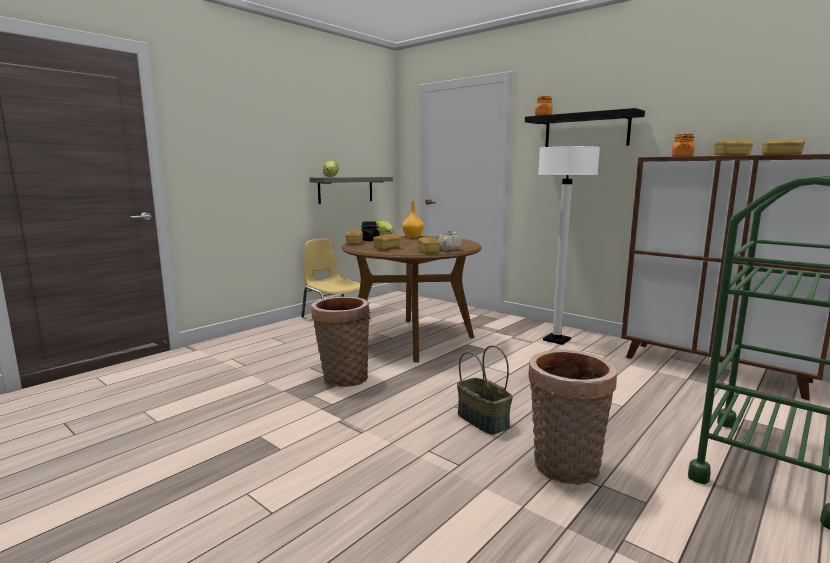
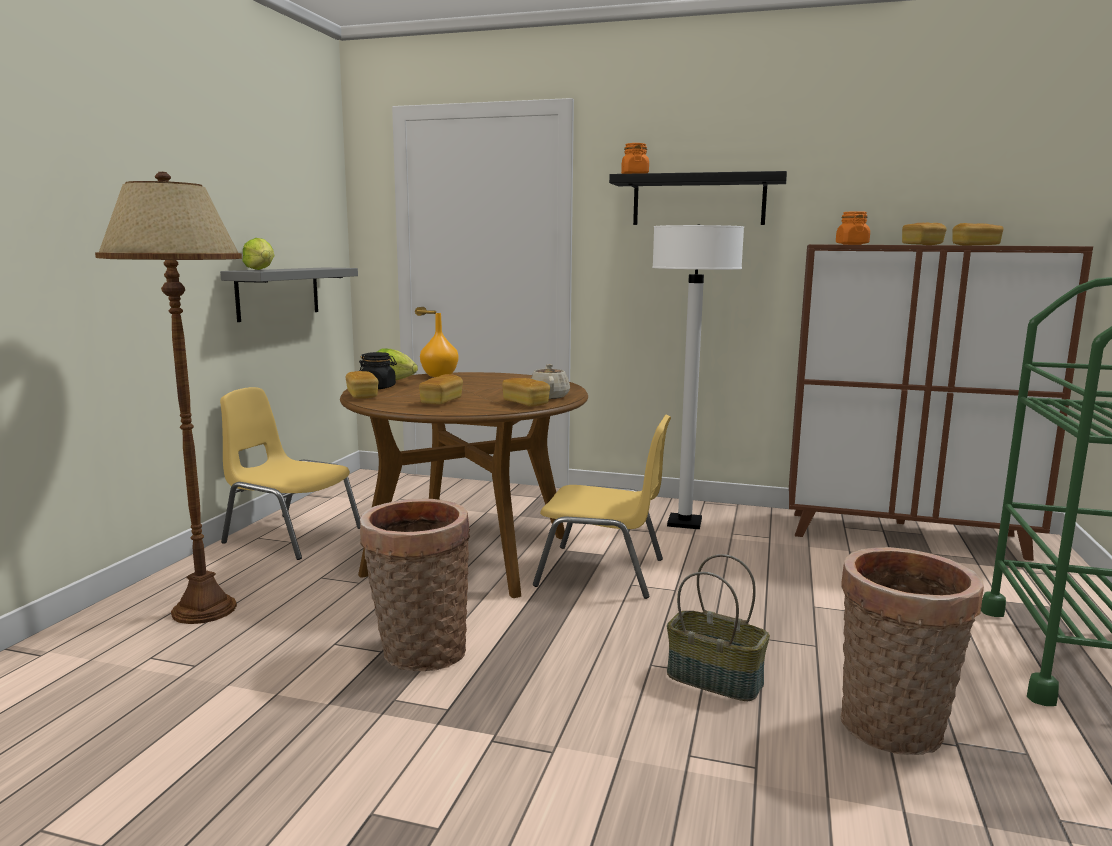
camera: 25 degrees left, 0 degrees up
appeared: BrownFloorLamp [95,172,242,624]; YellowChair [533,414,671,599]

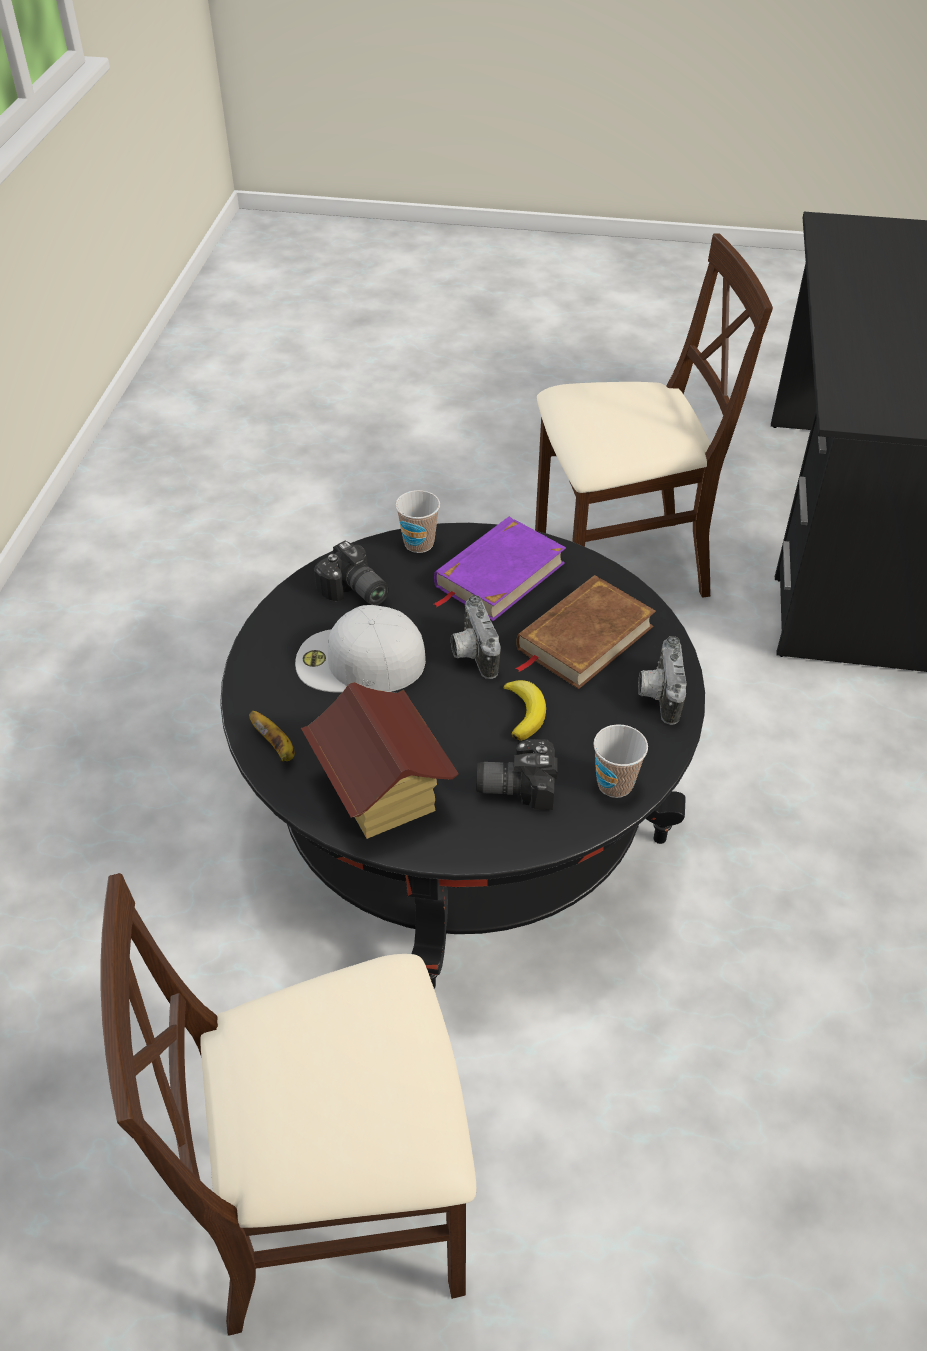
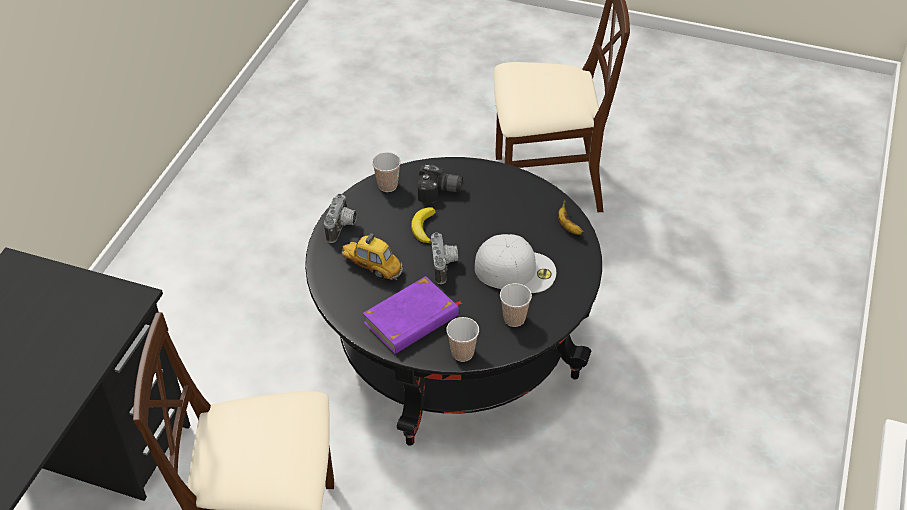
camera: 170 degrees left, 0 degrees up
missing: ToyHouse [301,682,459,839]
exchanged: PhotoCamera [314,540,389,605] to Cup [500,283,532,327]; BrownBook [515,575,656,689] to ToyCar [341,233,403,280]

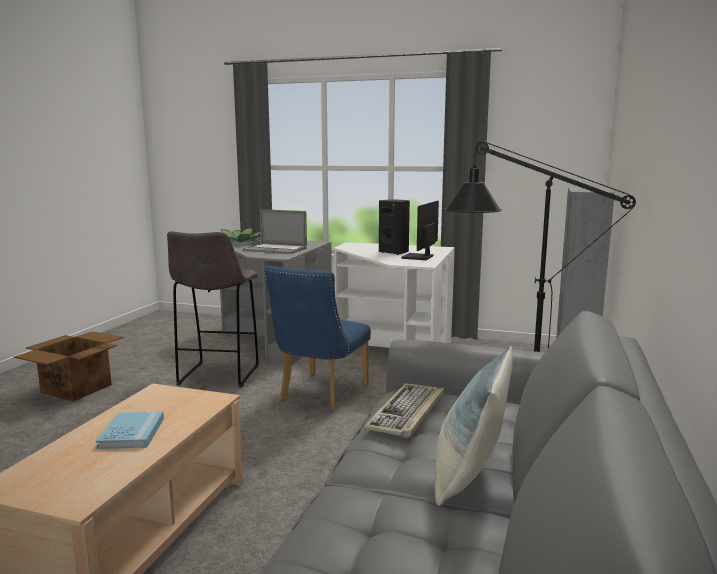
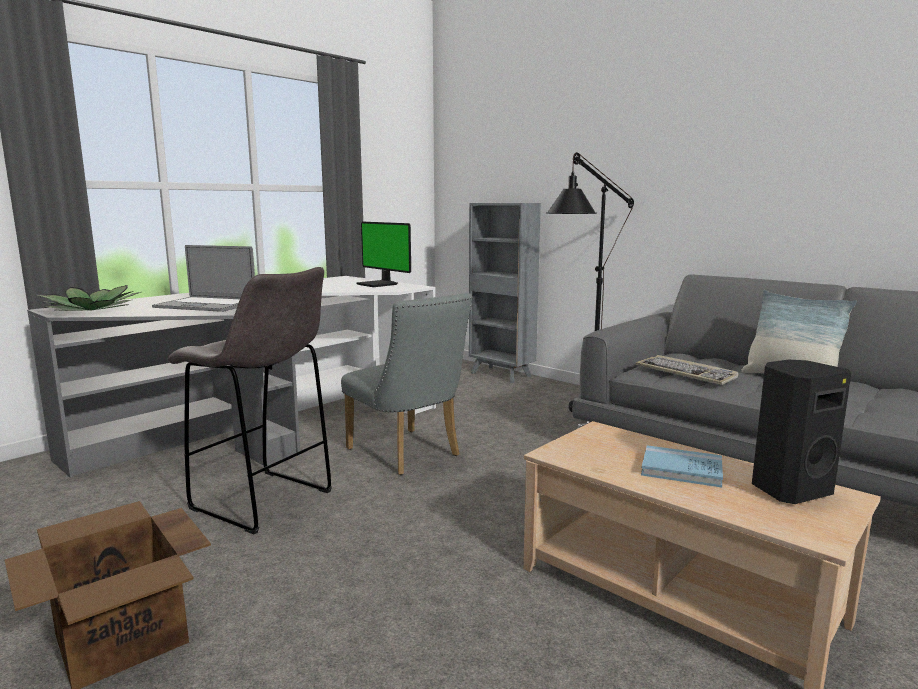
camera: 65 degrees left, 0 degrees up
relocated: BlackSpeaker [379,199,410,255] to [752,360,851,504]
colour: BlueChair [264,266,371,411] to GreyChair [341,293,473,475]
spun: Laptop [243,209,307,254] = [152,245,255,312] 60 degrees clockwise

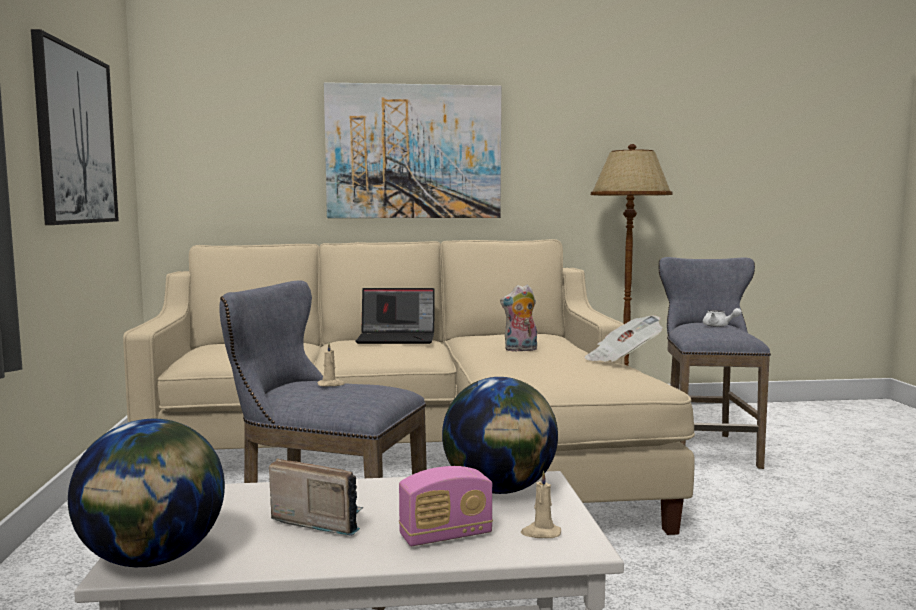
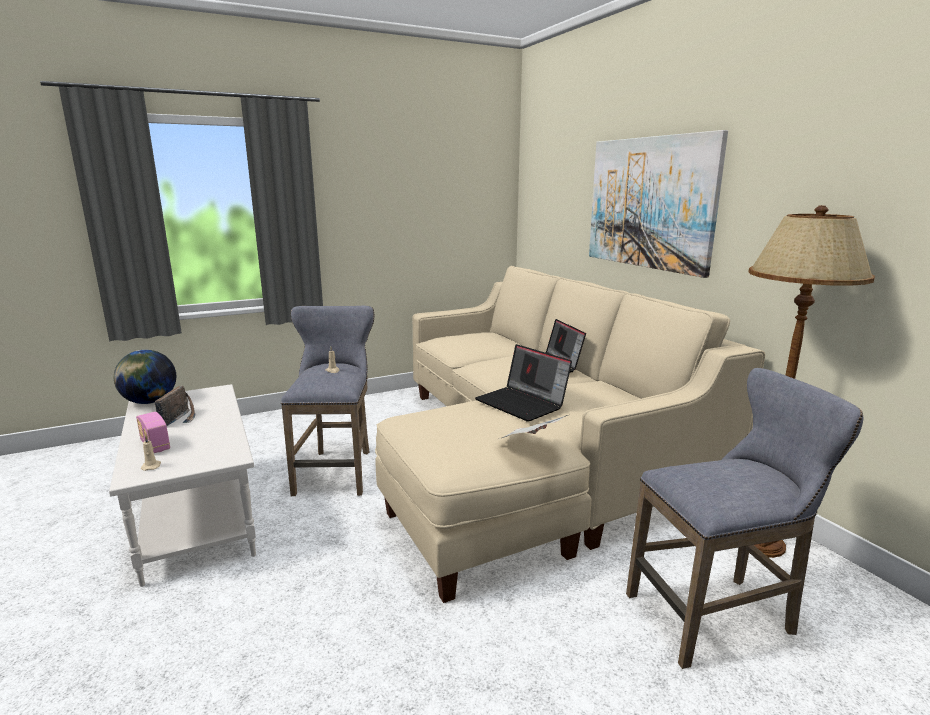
camera: 70 degrees right, 10 degrees up
missing: Picture [31,29,119,225]; Globe [442,377,558,494]; WhiteTeapot [703,308,742,327]
exchanged: PlushToy [500,285,537,352] to Laptop [475,344,572,422]

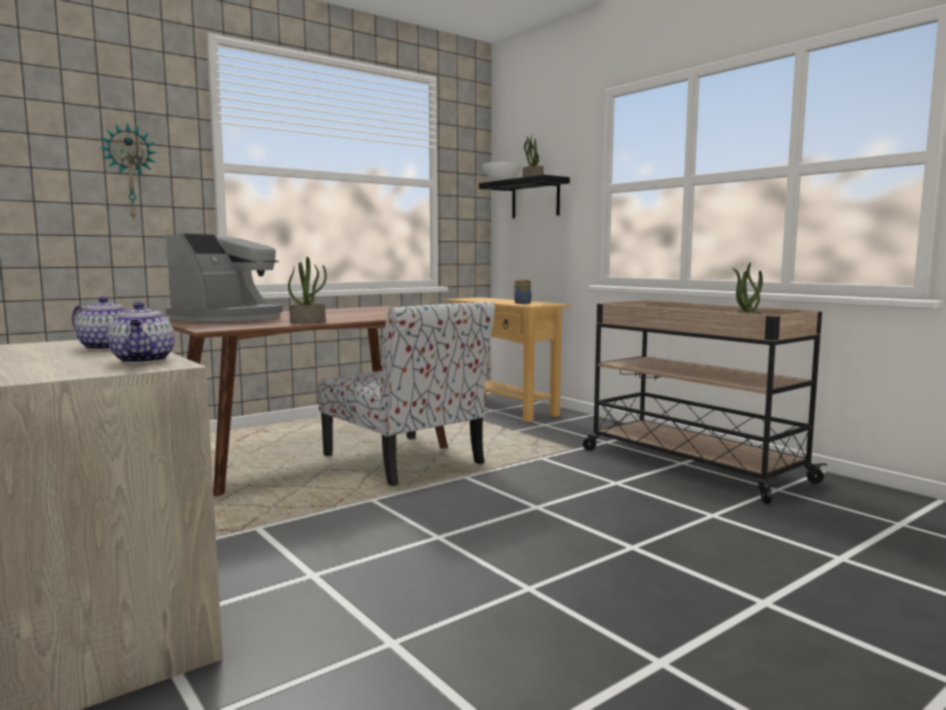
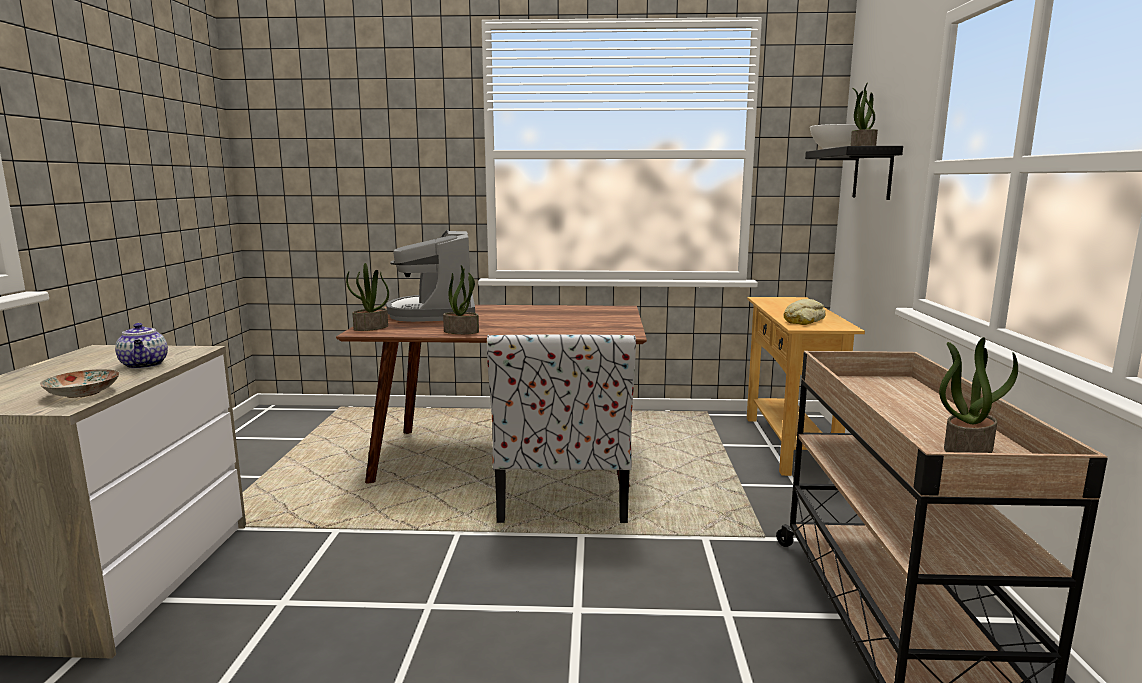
camera: 40 degrees right, 5 degrees up
missing: WallClock [100,123,157,219]
appeared: PottedPlant [346,263,389,331]
exchanged: Teapot [107,302,175,363] to Plate [40,369,119,398]; Jar [513,280,531,304] to Bread [783,299,826,325]
spun: CoffeeMachine [166,233,283,322] = [386,230,475,322] 105 degrees clockwise

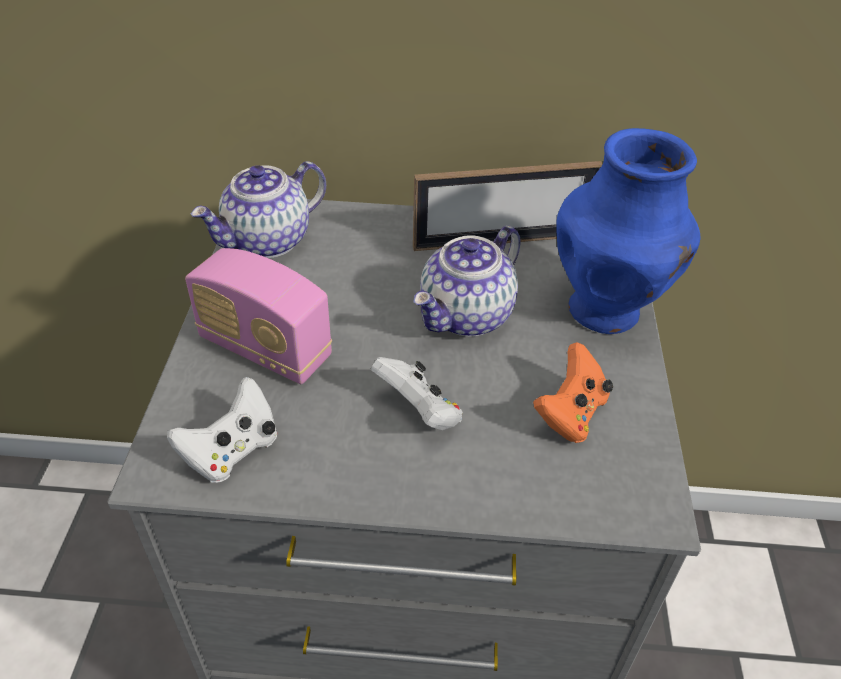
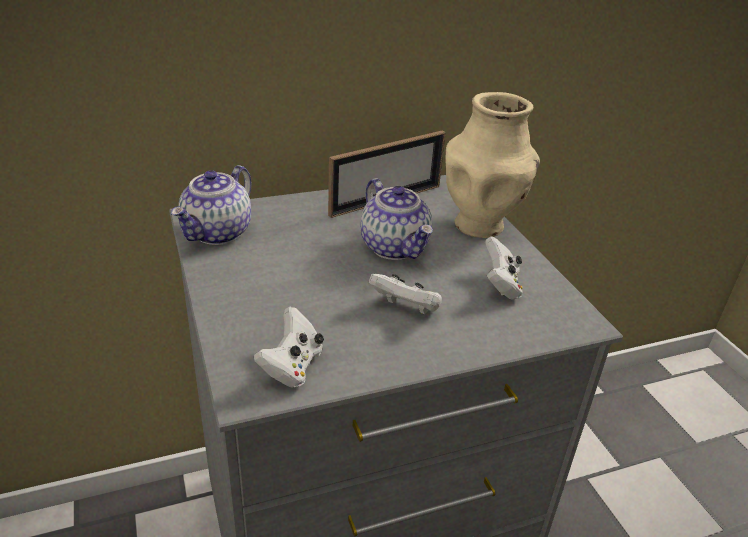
camera: 25 degrees left, 10 degrees down
missing: Radio [185,248,332,384]
colour: OrangeGameController [533,342,613,443] to WhiteGameController [485,236,523,300]; BlueVase [556,128,700,334] to BeigeVase [445,92,540,238]
spun: Teapot [413,225,521,337] = [360,178,433,260] 45 degrees counterclockwise

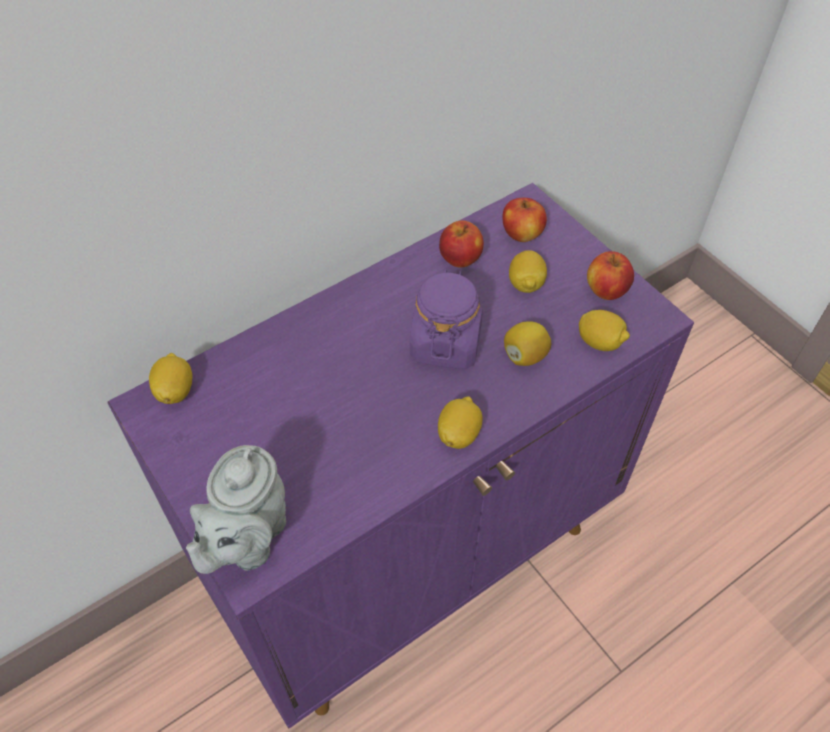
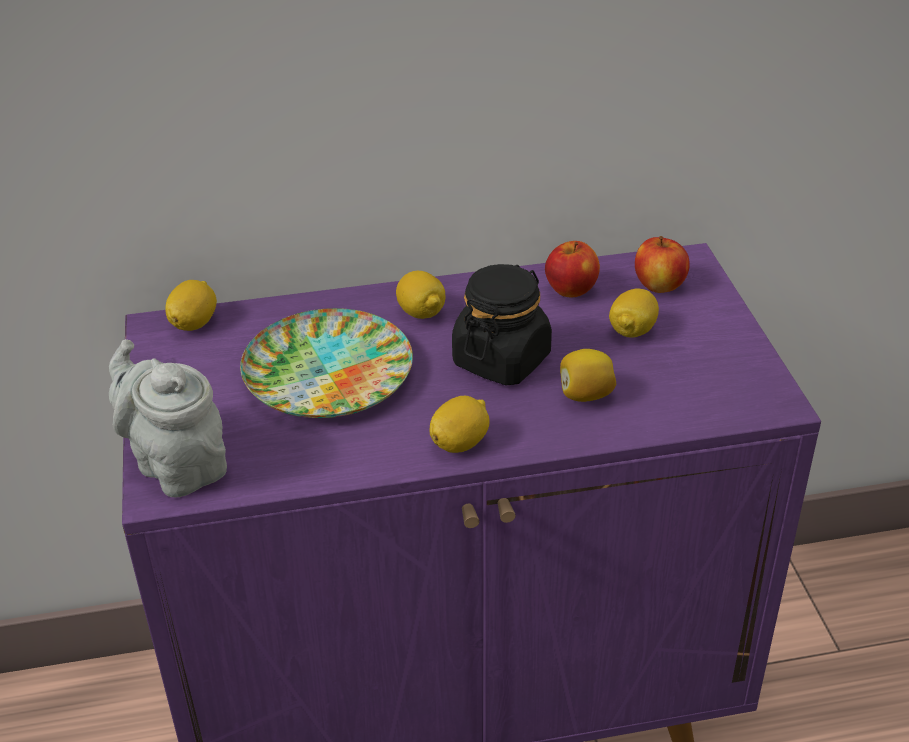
camera: 25 degrees right, 15 degrees down
missing: Apple [587,251,634,300]
appeared: Plate [240,308,413,418]
relocated: Lemon [579,310,630,351] to [396,271,446,319]
colour: PurpleJar [410,269,483,369] to BlackJar [452,264,552,385]
spun: GreyTeapot [186,445,286,574] = [109,339,227,497] 90 degrees clockwise

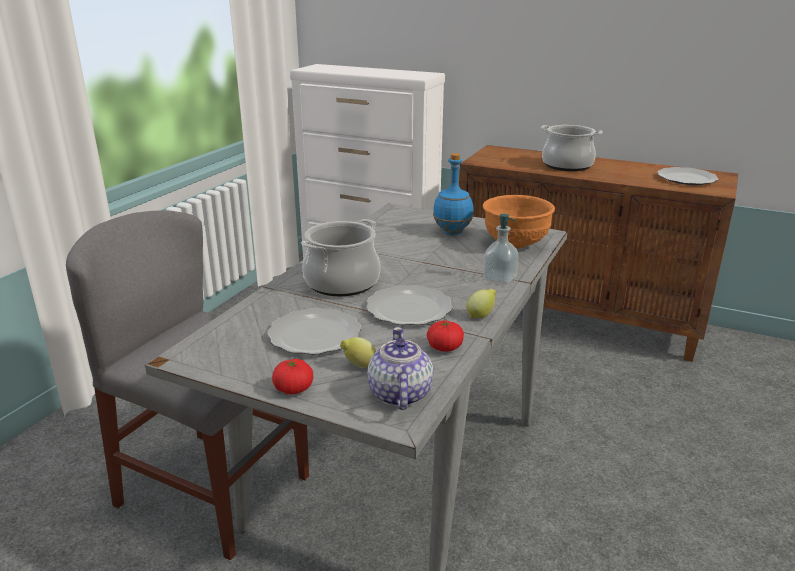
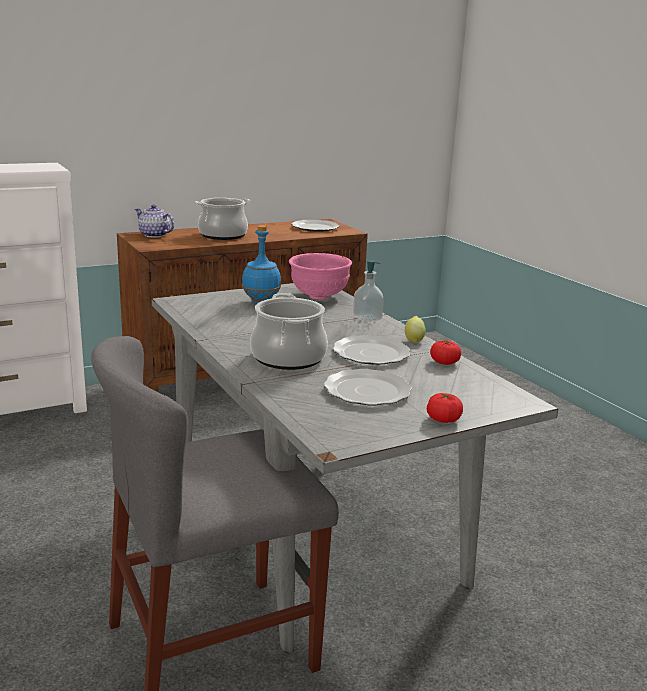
camera: 55 degrees left, 5 degrees down
missing: Lemon [340,337,376,368]
relocated: Teapot [367,327,433,410] to [135,205,174,237]
colour: OrangeBowl [483,195,555,249] to PinkBowl [289,253,352,300]

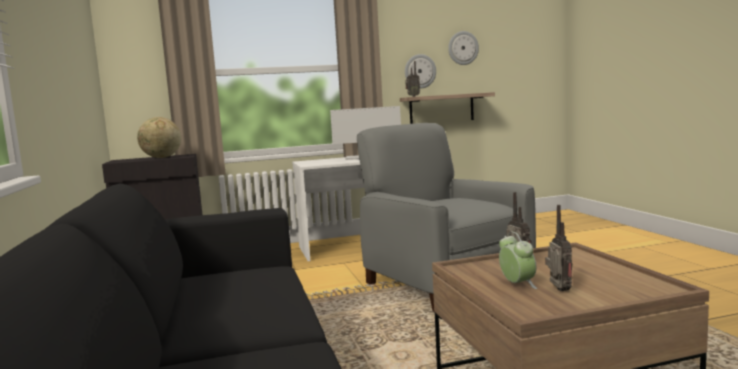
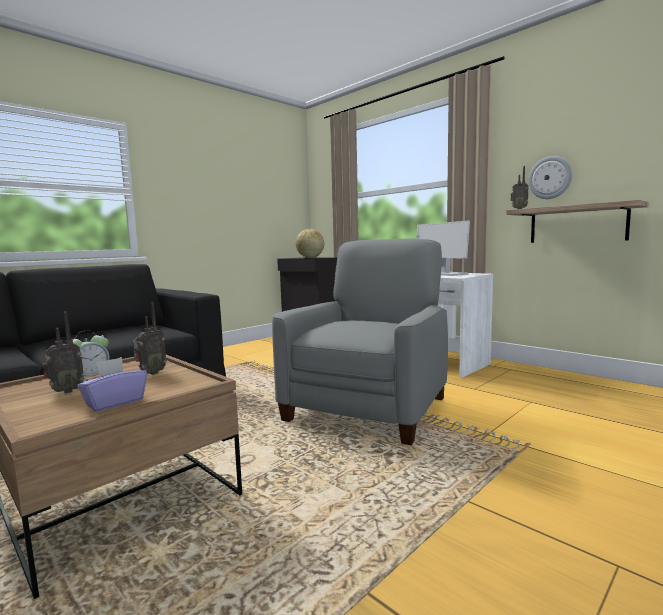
camera: 60 degrees right, 0 degrees up
missing: WallClock [448,31,479,65]
appeared: PurpleTissueBox [77,357,147,412]

